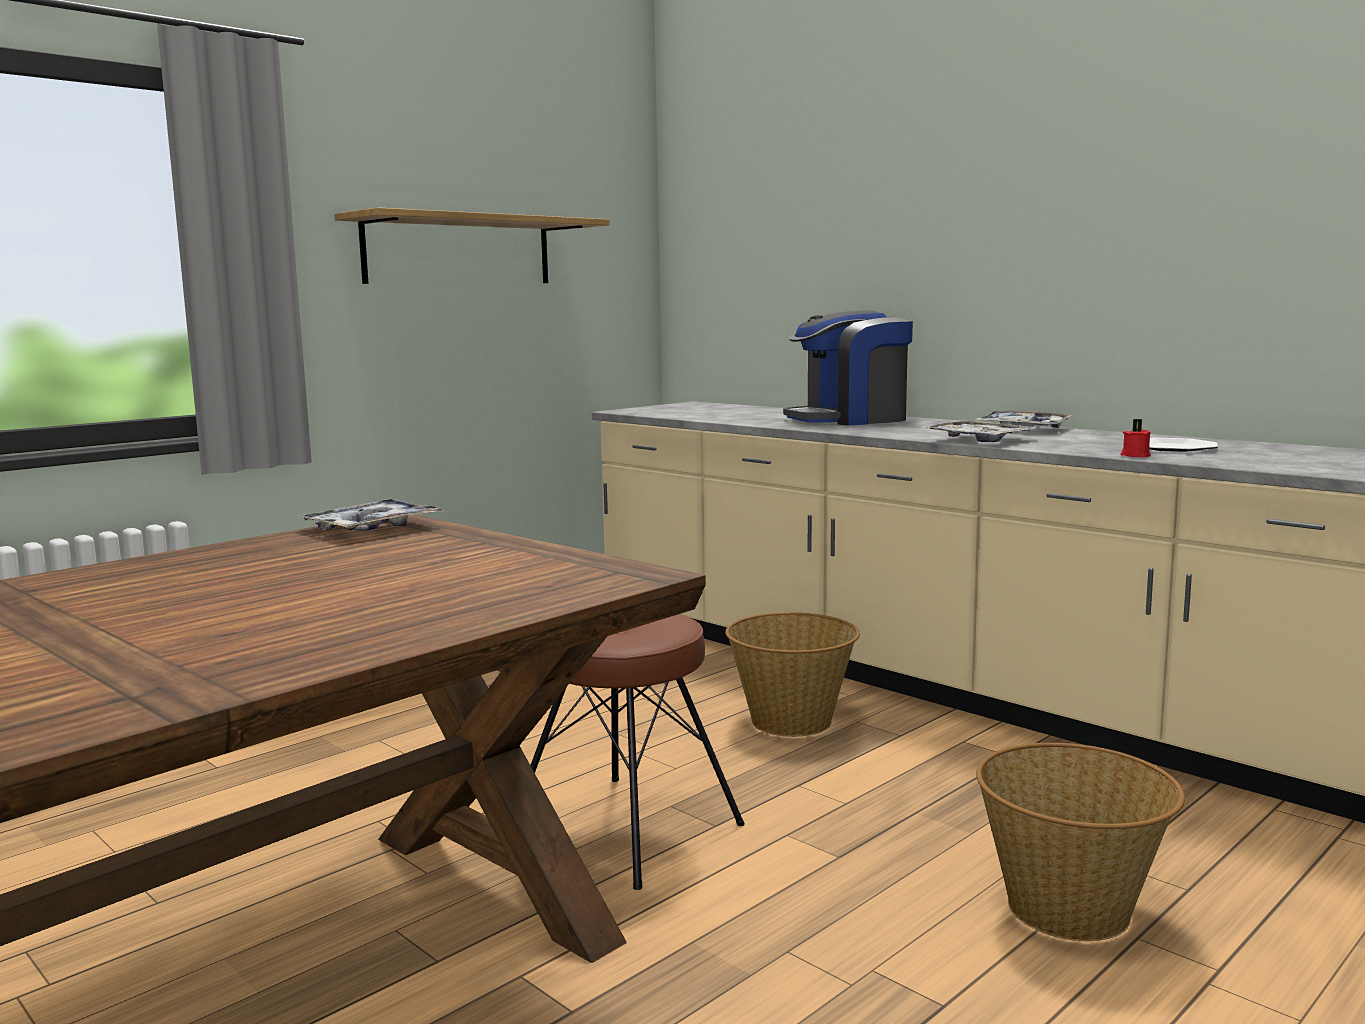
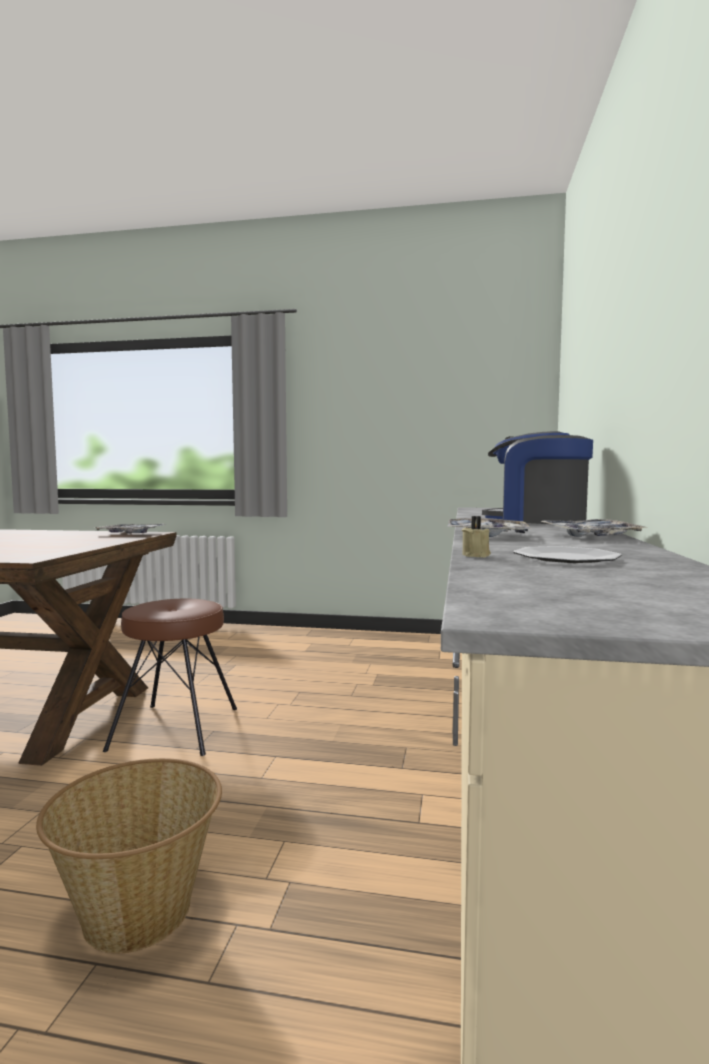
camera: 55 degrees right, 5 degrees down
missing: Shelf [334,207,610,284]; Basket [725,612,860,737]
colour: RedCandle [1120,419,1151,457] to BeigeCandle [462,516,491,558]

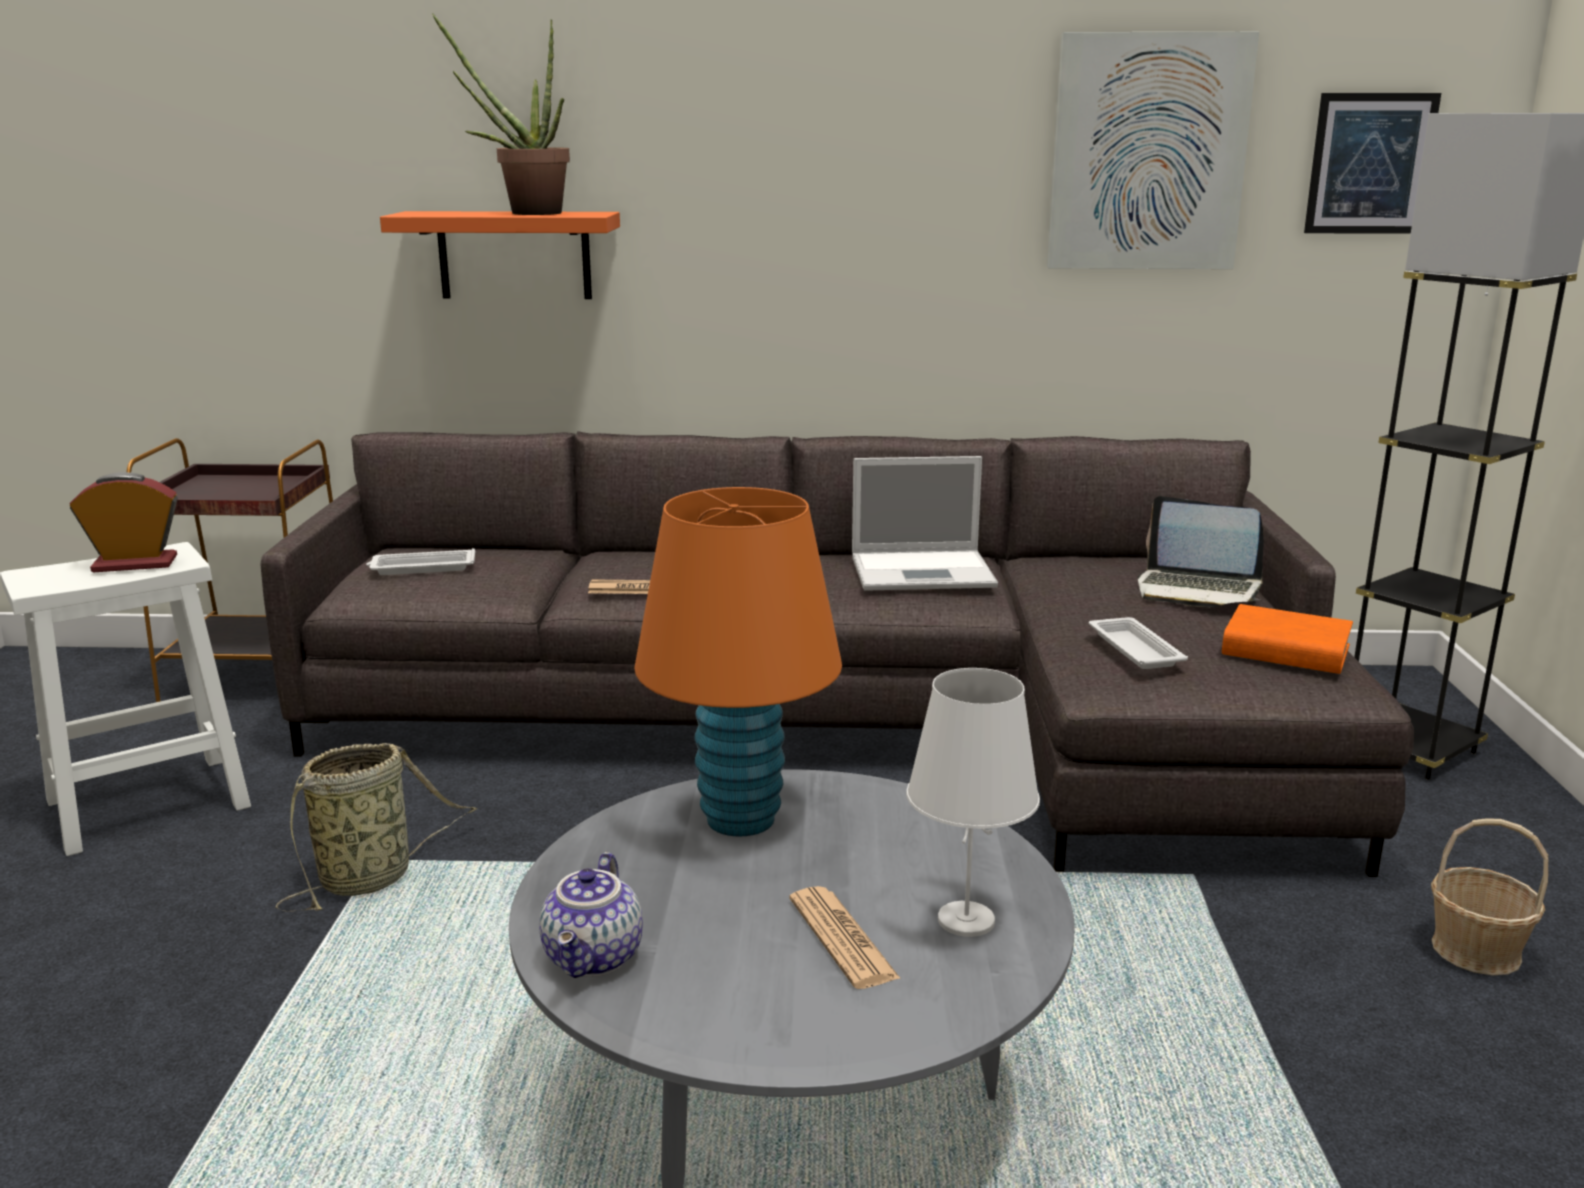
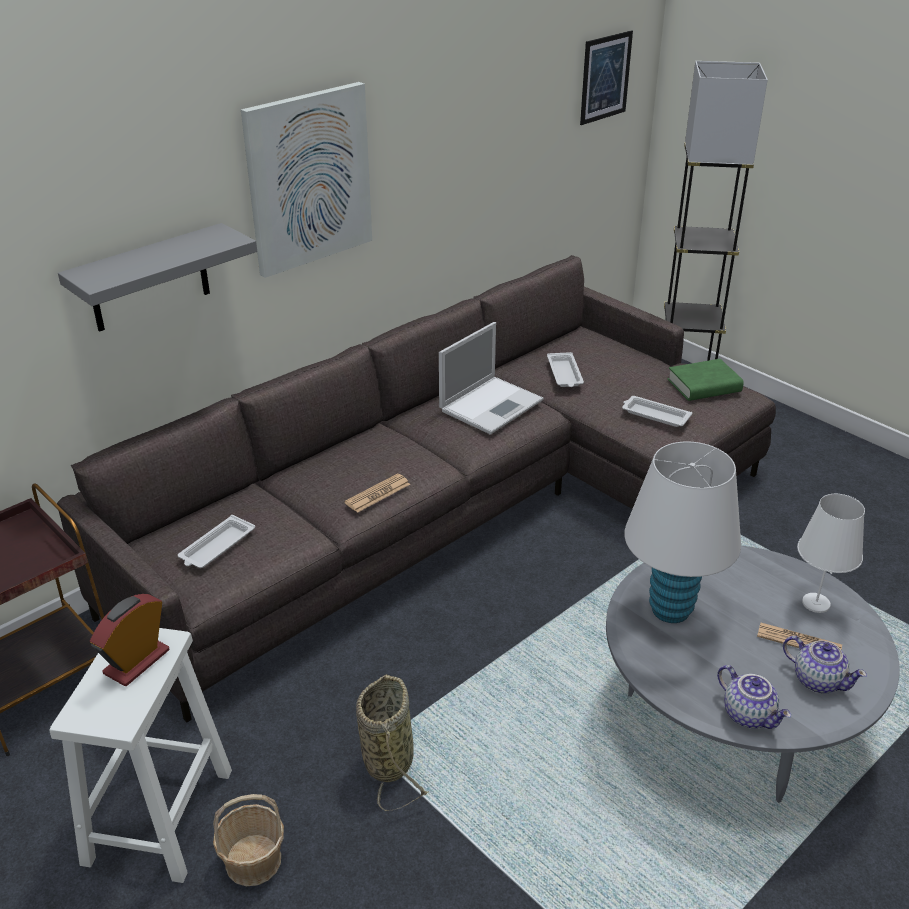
camera: 45 degrees left, 15 degrees up
missing: PottedPlant [432,13,570,215]; Laptop [1138,496,1264,607]
appeared: WhiteTray [547,352,584,387]; Teapot [783,636,867,693]
relocated: Picture [1047,32,1259,269] to [241,82,372,278]; Basket [1431,818,1548,975] to [213,794,284,886]
colour: OrangeShelf [380,211,620,299] to GreyShelf [58,223,257,332]; OrangeTableLamp [634,487,842,837] to WhiteTableLamp [624,441,741,623]; OrangeBook [1222,604,1353,674] to GreenBook [668,359,744,401]

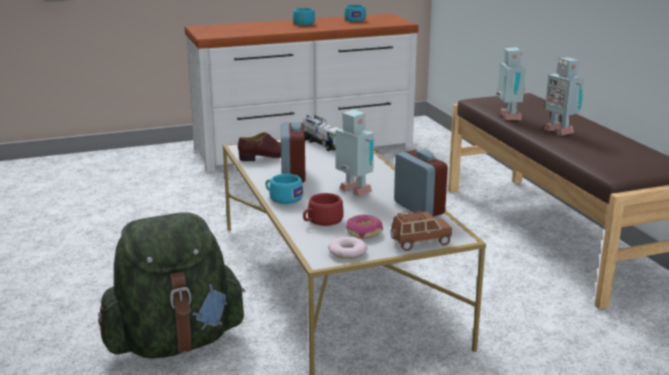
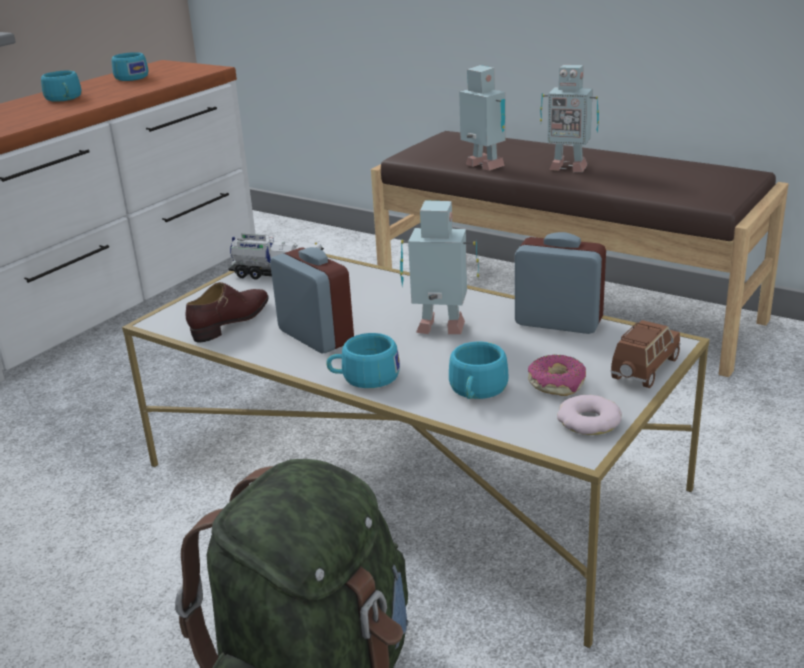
camera: 35 degrees left, 5 degrees up
colour: RedCup [303,193,344,226] to TurquoiseCup [449,341,508,399]

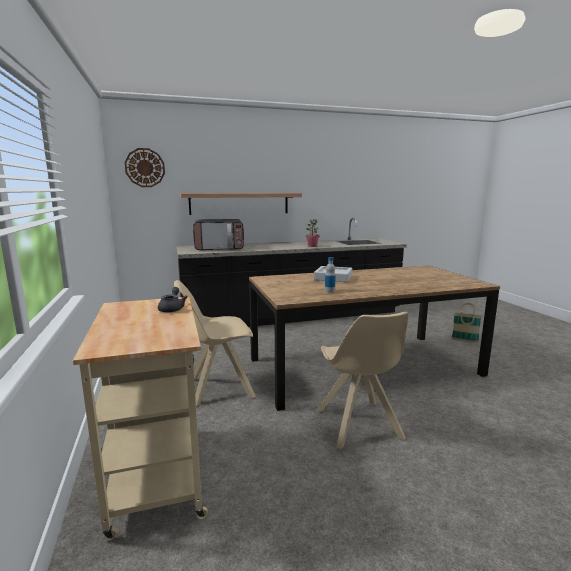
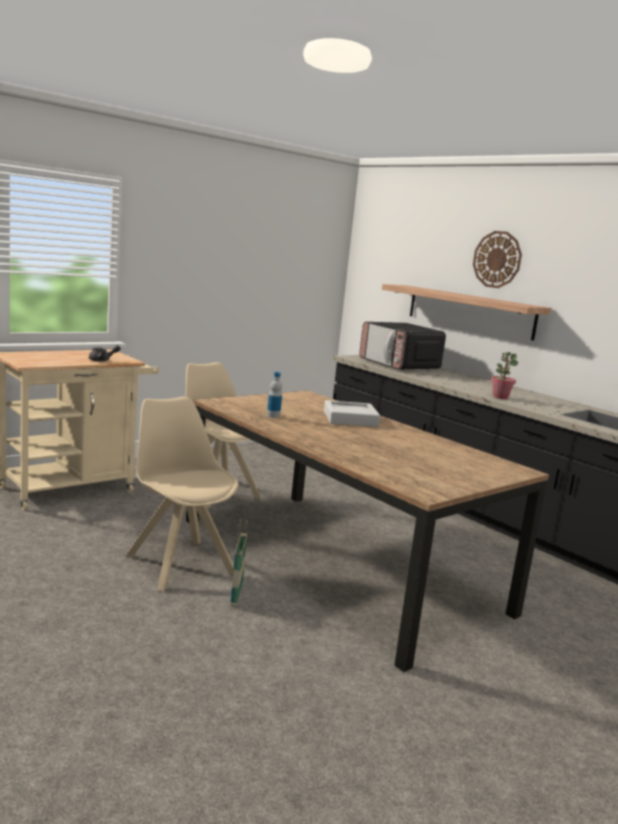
camera: 65 degrees right, 0 degrees up
relocated: WallClock [125,148,165,187] to [473,231,522,288]; Basket [451,303,482,343] to [230,519,247,607]
spun: BeigeChair [316,312,408,449] = [126,396,238,591] 90 degrees clockwise

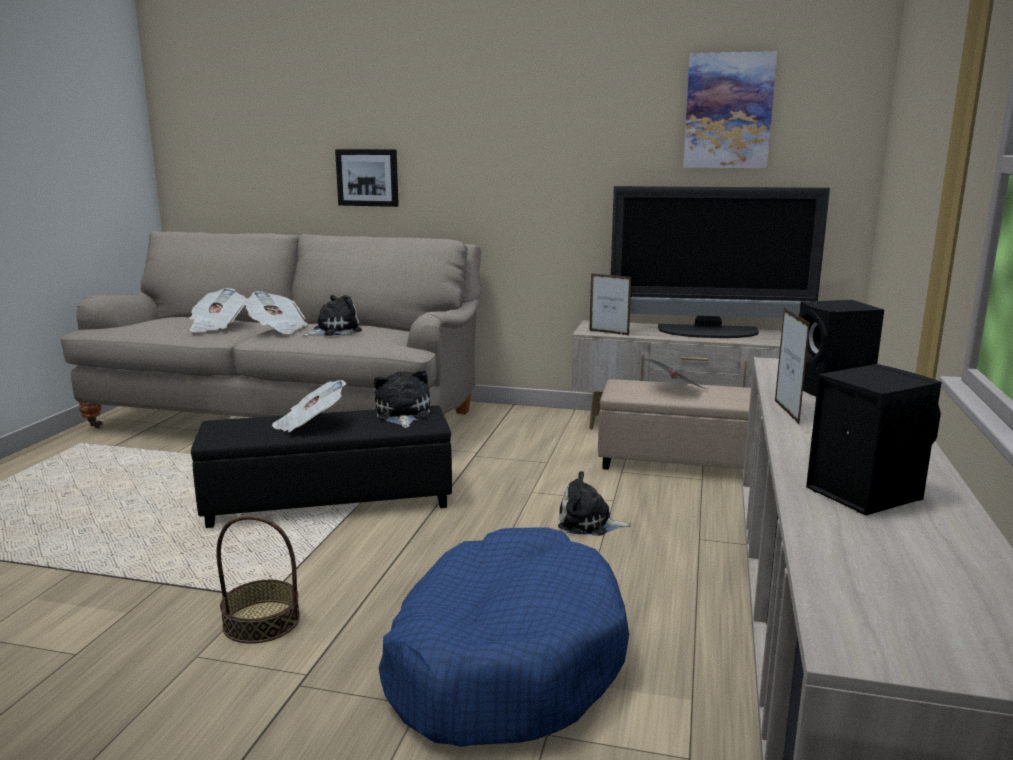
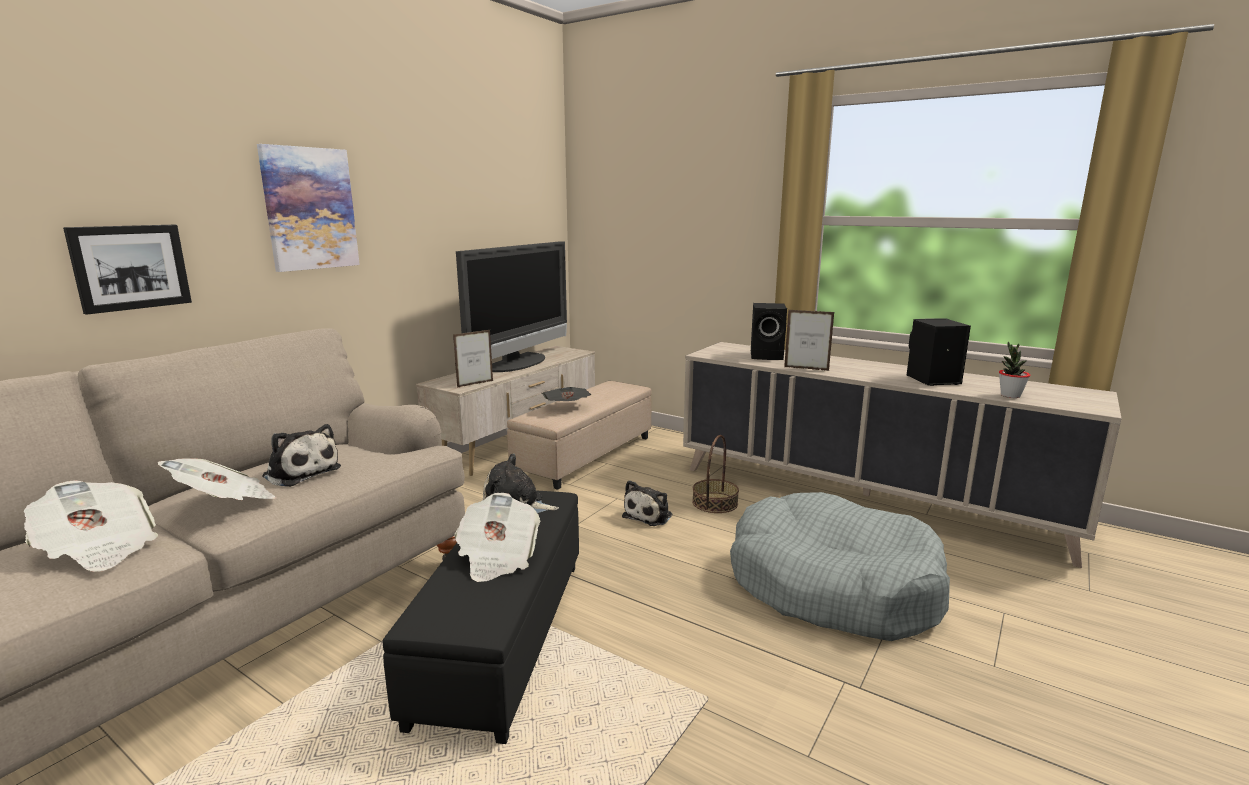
camera: 70 degrees left, 0 degrees up
appeared: PottedPlant [999,341,1031,398]
relocated: Basket [216,515,300,644] to [692,435,739,513]; Picture [683,51,777,168] to [257,144,360,272]
colour: BlueDogBed [379,527,629,747] to GreyDogBed [730,492,950,641]
spun: PlushToy [302,295,362,336] = [262,424,341,487] 135 degrees clockwise

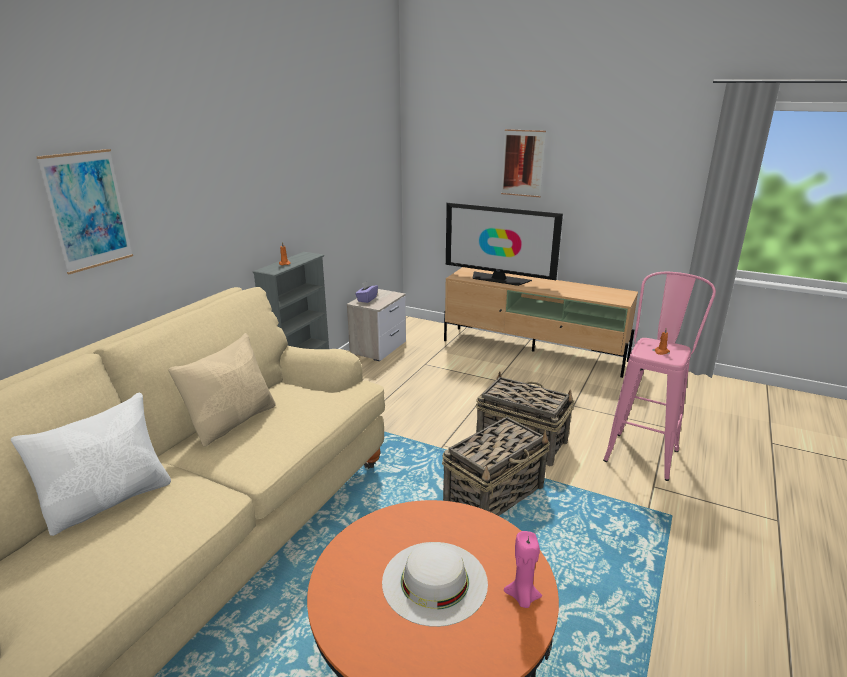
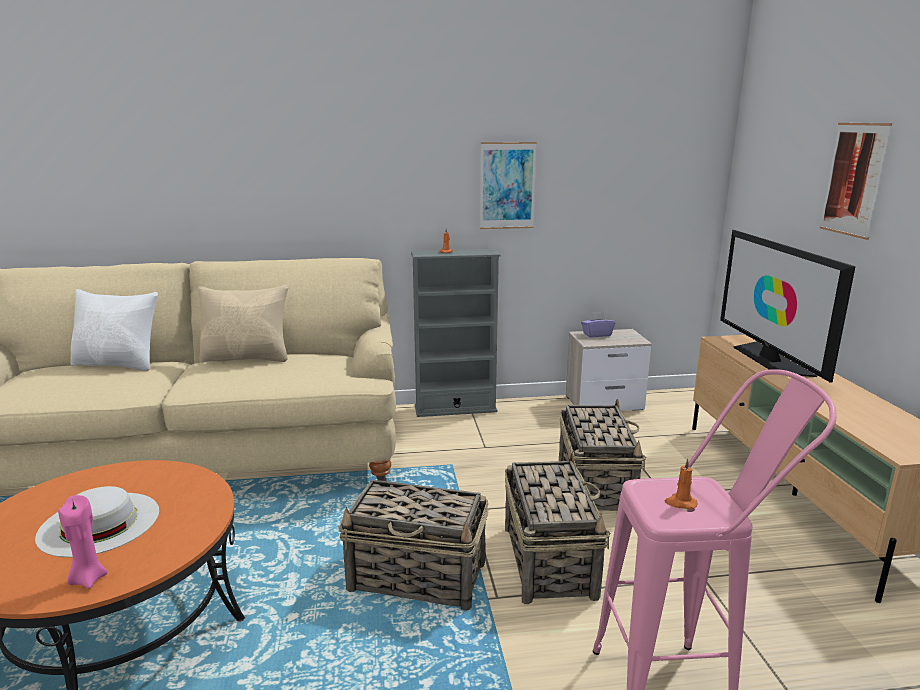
camera: 55 degrees right, 5 degrees down
appeared: Basket [559,399,646,511]
relocated: Picture [36,149,133,274] to [480,142,537,229]

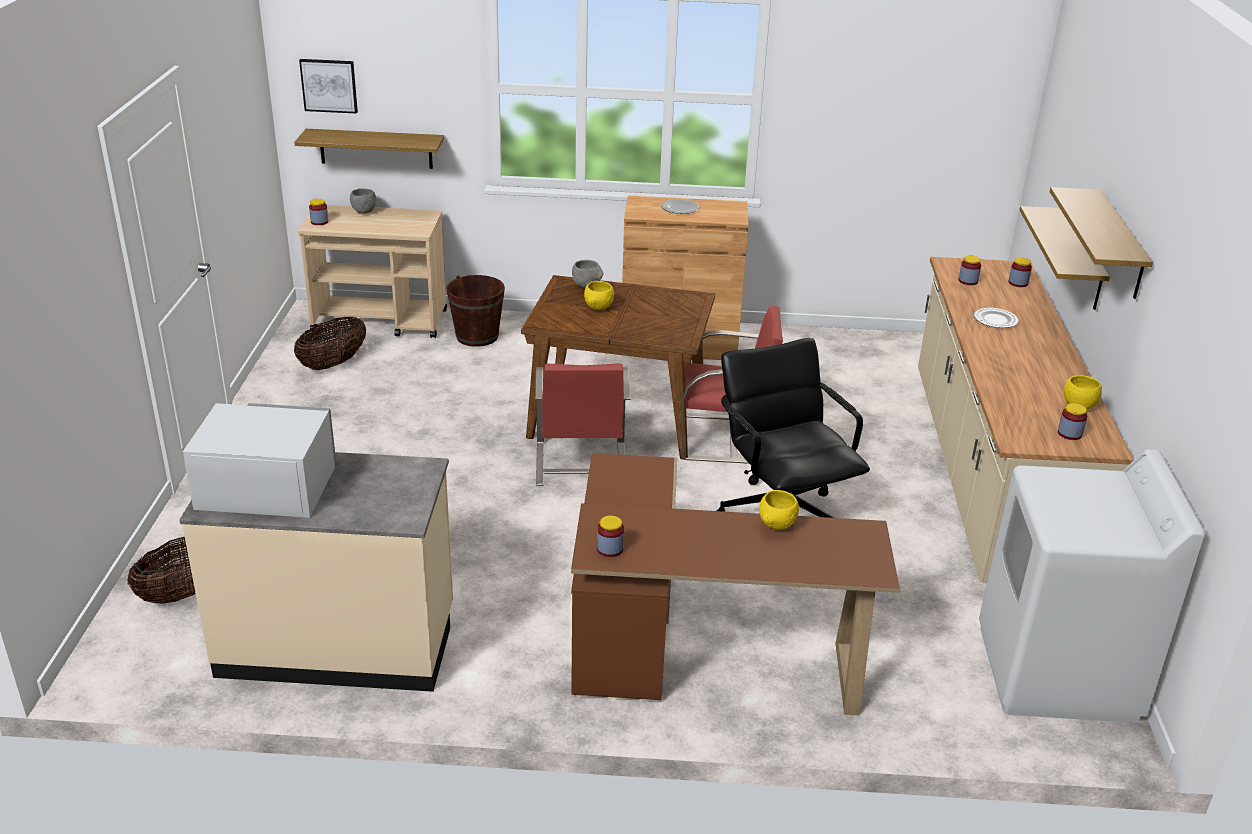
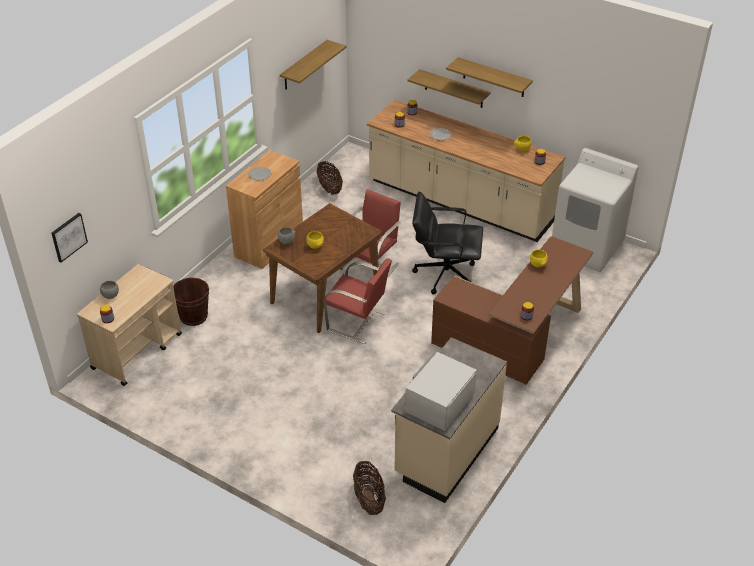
camera: 60 degrees left, 10 degrees up
relocated: Shelf [294,129,444,169] to [280,40,347,90]; Basket [294,317,366,370] to [317,161,343,195]

